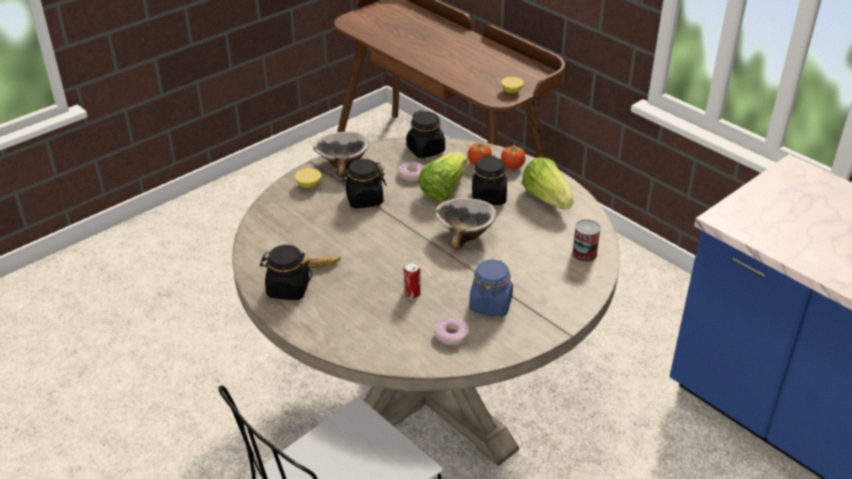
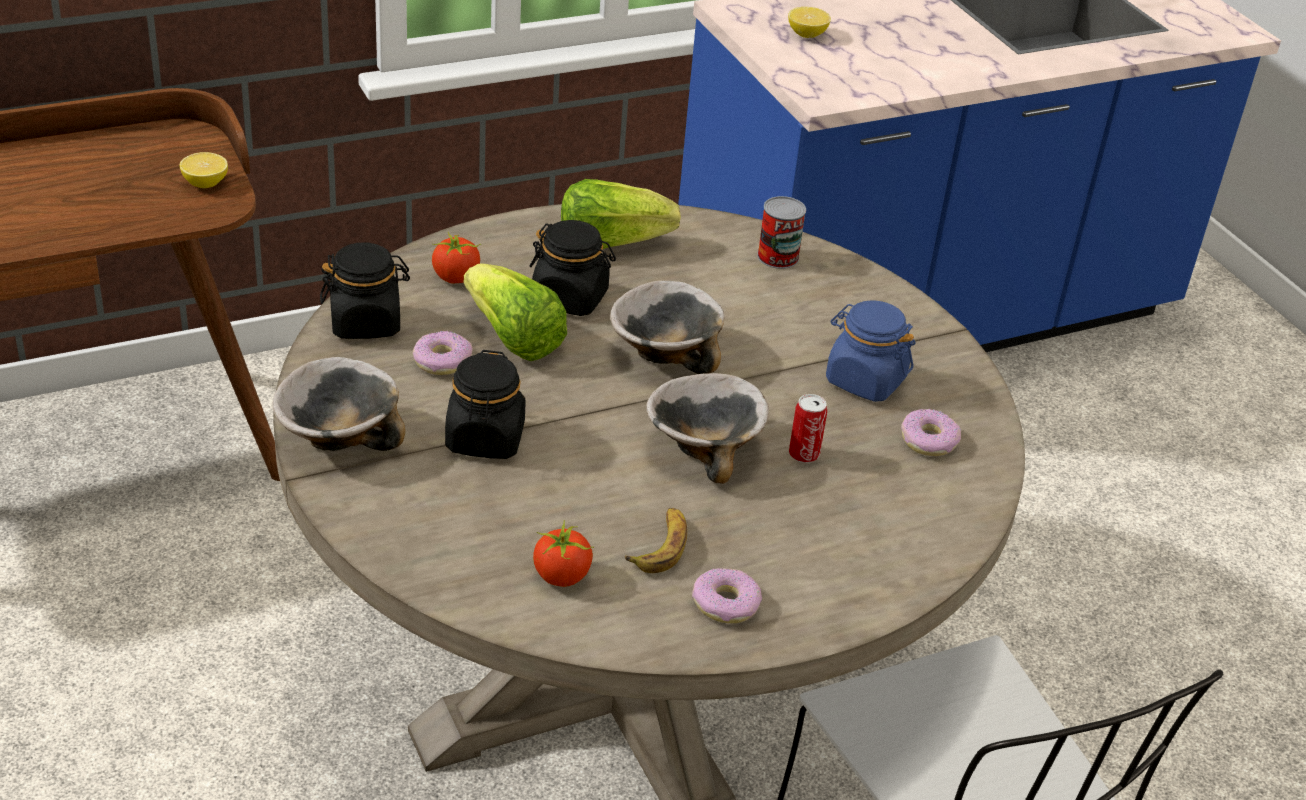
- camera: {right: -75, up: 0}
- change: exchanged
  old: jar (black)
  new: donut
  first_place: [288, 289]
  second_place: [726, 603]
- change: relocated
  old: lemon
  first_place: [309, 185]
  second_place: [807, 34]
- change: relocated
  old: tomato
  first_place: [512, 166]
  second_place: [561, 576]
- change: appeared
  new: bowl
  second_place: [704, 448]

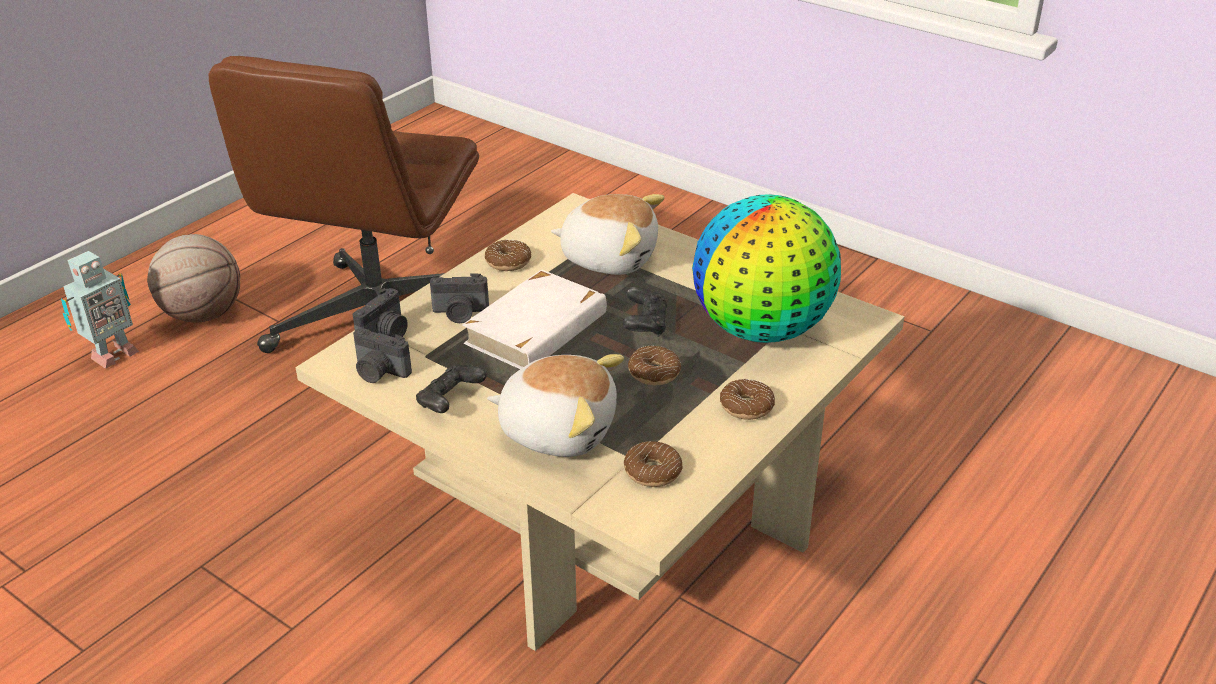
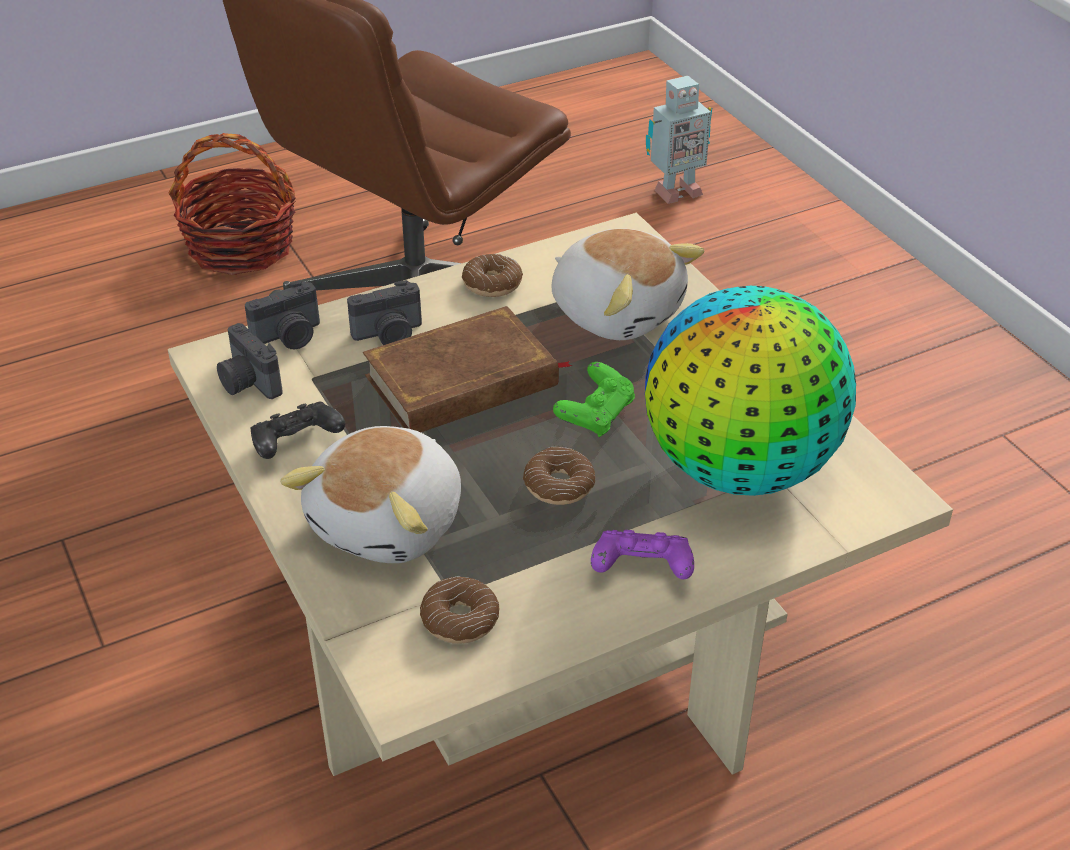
- camera: {right: 25, up: 5}
- change: relocated
  old: toy robot
  first_place: [111, 355]
  second_place: [675, 192]
- change: exchanged
  old: basketball
  new: basket
  first_place: [202, 314]
  second_place: [241, 247]
- change: spun
  old: photo camera
  first_place: [460, 313]
  second_place: [389, 335]
  degrees: -45
- change: colour
  old: book (white)
  new: book (brown)
  first_place: [537, 328]
  second_place: [463, 382]
- change: spun
  old: plush toy
  first_place: [558, 429]
  second_place: [390, 523]
  degrees: 75
- change: colour
  old: game controller (black)
  new: game controller (green)
  first_place: [645, 324]
  second_place: [596, 415]
- change: exchanged
  old: donut
  new: game controller (purple)
  first_place: [746, 406]
  second_place: [641, 570]

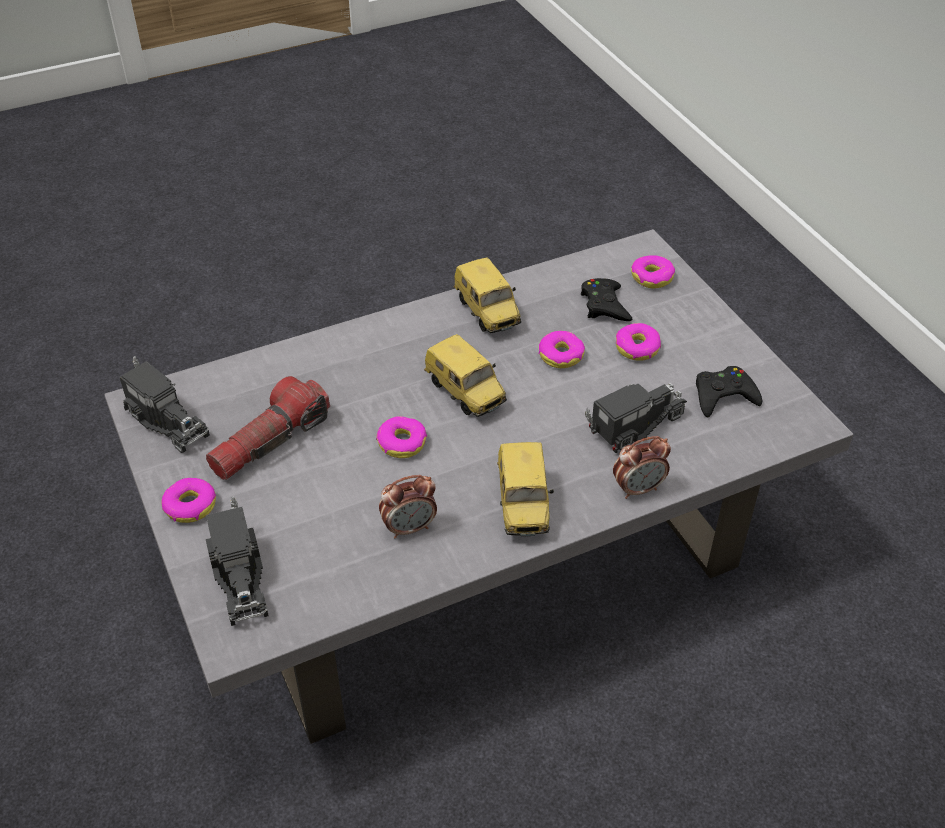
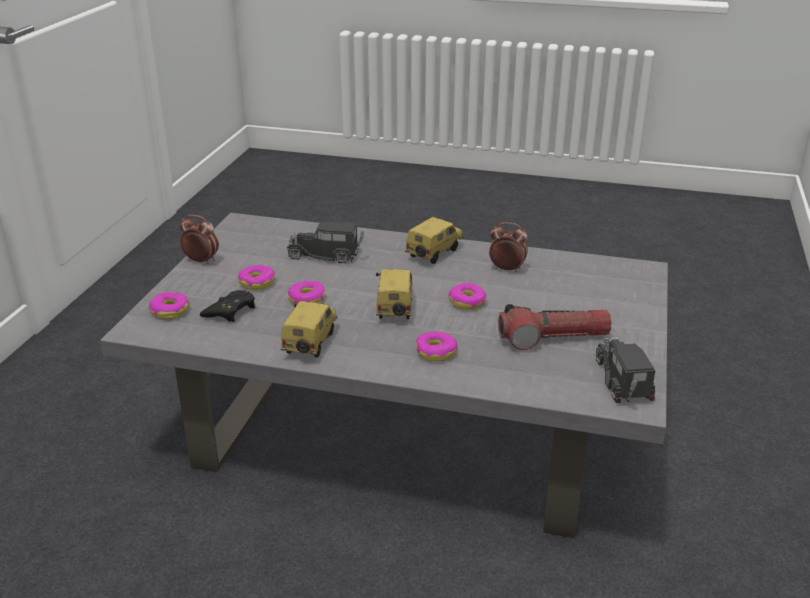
- camera: {right: -140, up: -15}
- change: relocated
  old: donut
  first_place: [190, 506]
  second_place: [436, 352]
- change: missing
  old: toy truck
  first_place: [239, 577]
- change: relocated
  old: alarm clock
  first_place: [638, 489]
  second_place: [201, 261]
- change: missing
  old: game controller (black)
  first_place: [723, 396]

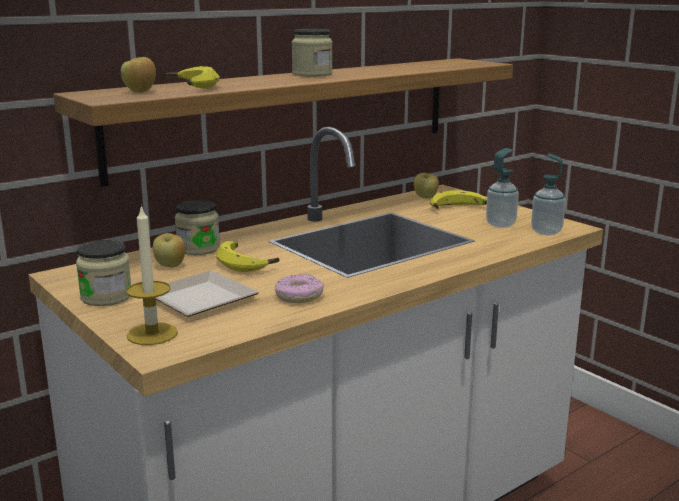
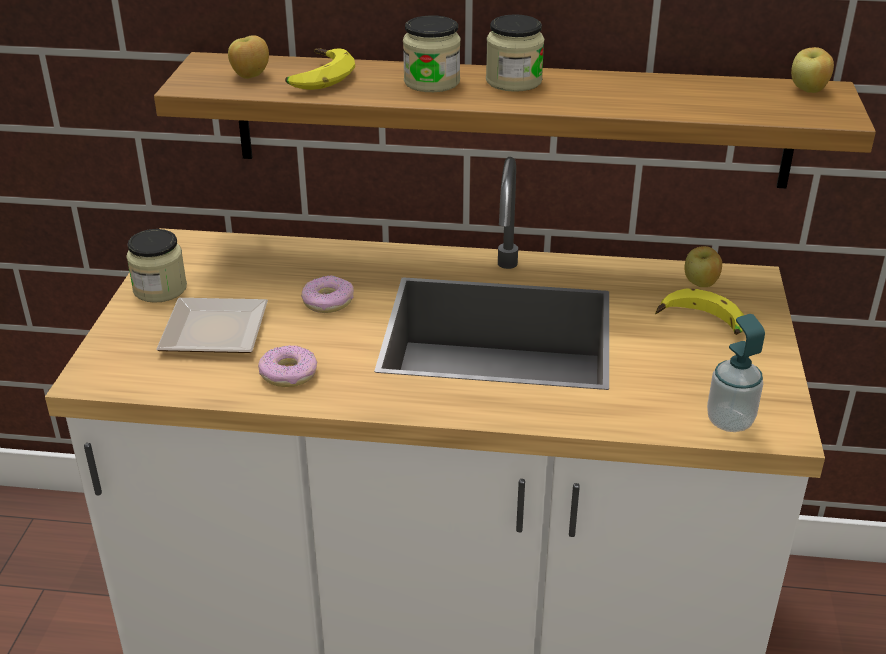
- camera: {right: 45, up: 15}
- change: missing
  old: candle
  first_place: [152, 334]
- change: relocated
  old: apple
  first_place: [170, 266]
  second_place: [808, 90]
- change: relocated
  old: jar
  first_place: [198, 248]
  second_place: [432, 82]
- change: exchanged
  old: banana
  new: donut
  first_place: [246, 263]
  second_place: [327, 301]
- change: missing
  old: soap dispenser
  first_place: [500, 224]

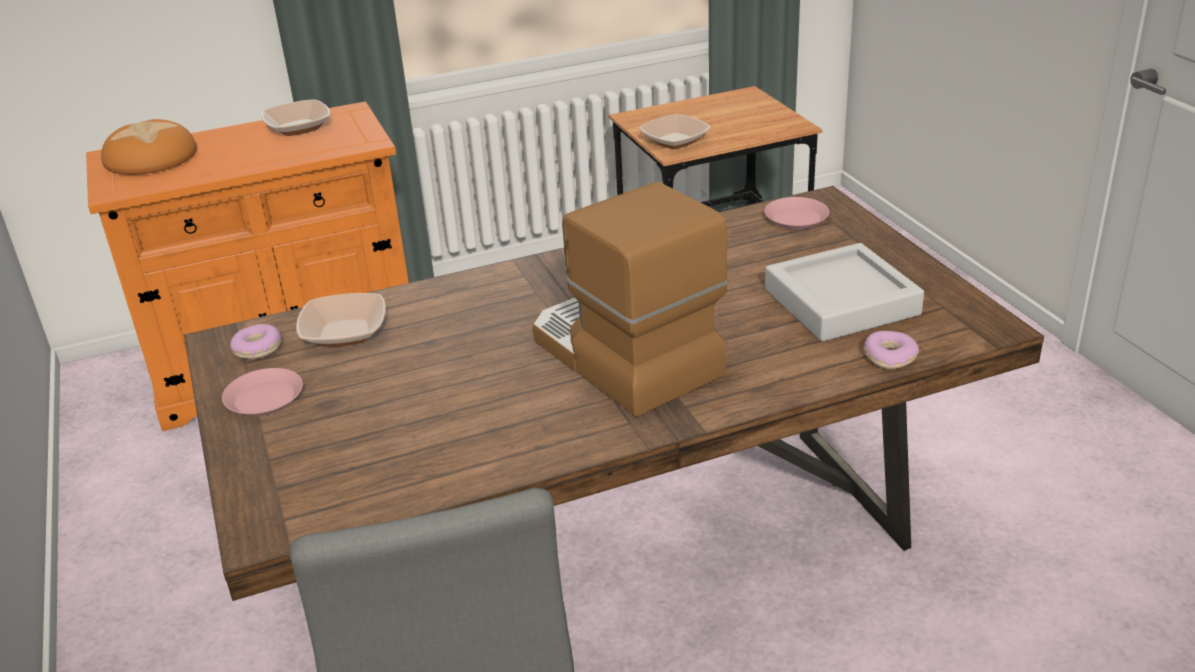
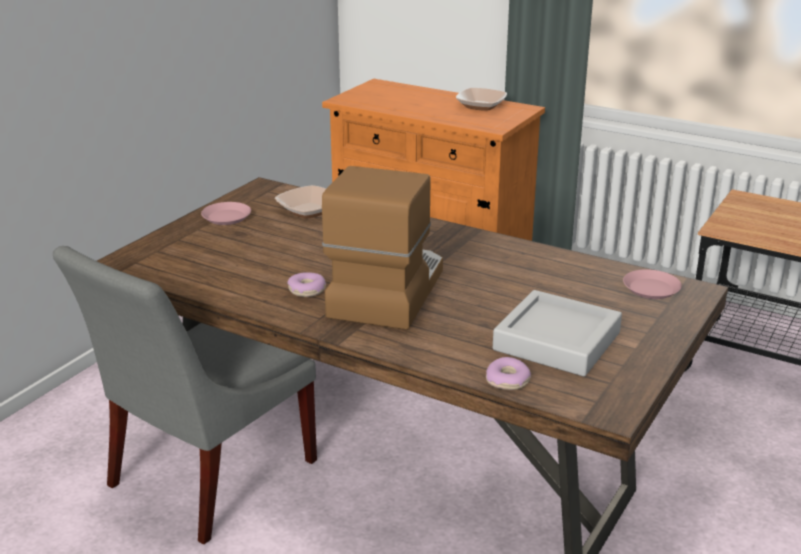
- camera: {right: 50, up: -5}
- change: missing
  old: bread
  first_place: [150, 158]
- change: relocated
  old: donut
  first_place: [258, 349]
  second_place: [307, 291]
- change: missing
  old: bowl
  first_place: [675, 141]

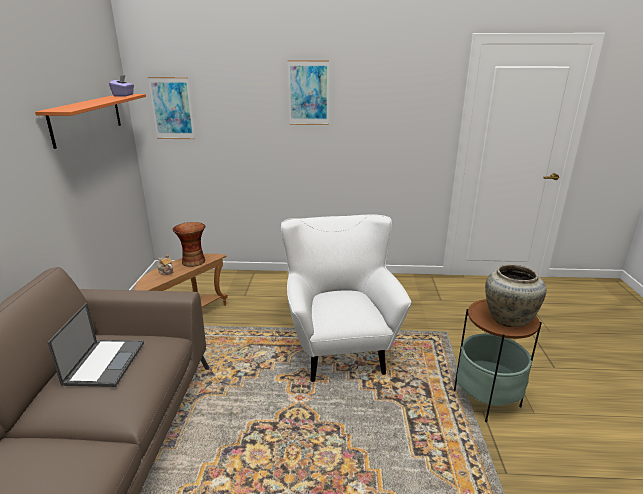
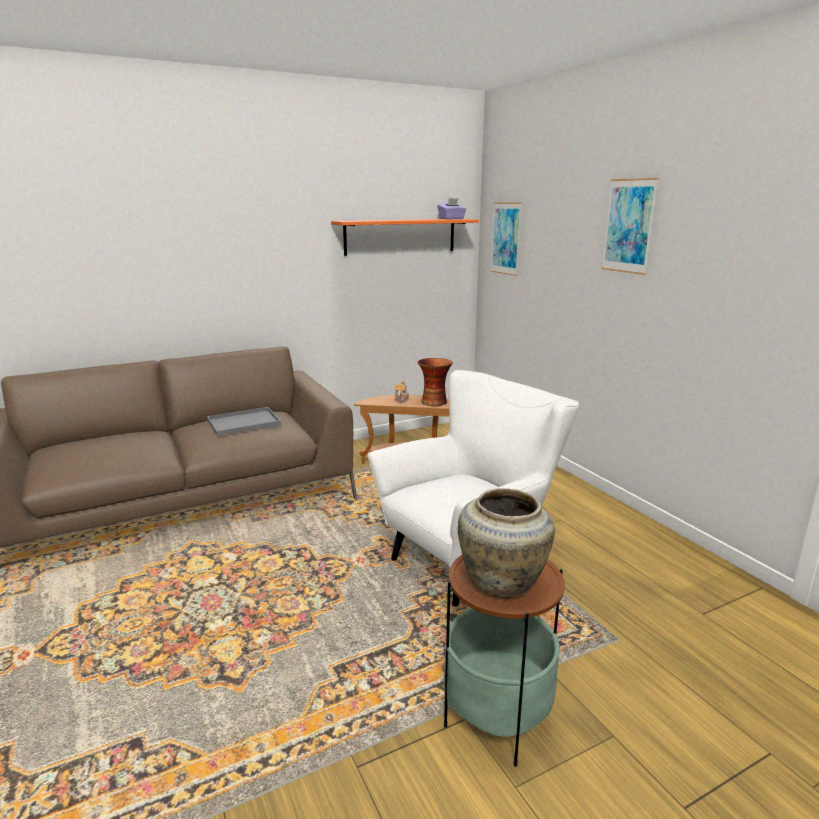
- camera: {right: 60, up: -5}
- change: exchanged
  old: laptop
  new: tray (grey)
  first_place: [105, 362]
  second_place: [245, 422]

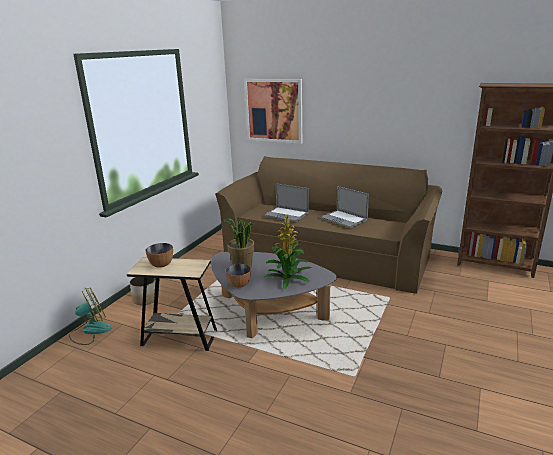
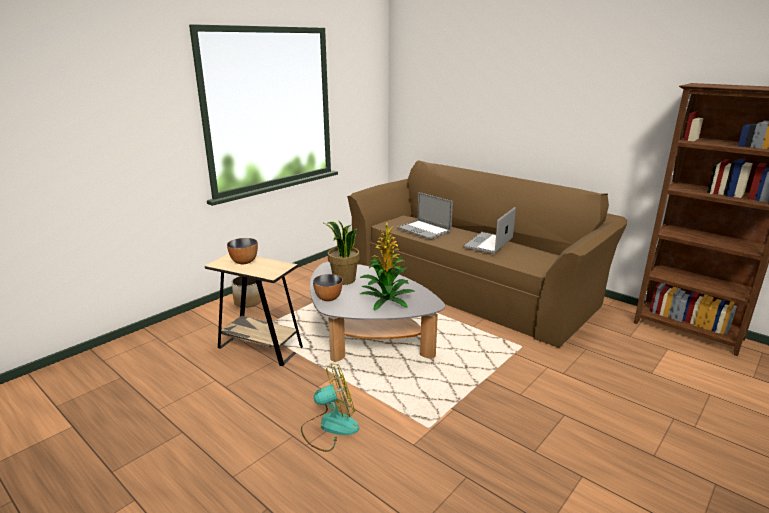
- camera: {right: 15, up: 0}
- change: relocated
  old: fan
  first_place: [90, 331]
  second_place: [330, 427]
- change: missing
  old: picture
  first_place: [274, 110]
- change: spun
  old: laptop
  first_place: [343, 219]
  second_place: [488, 243]
  degrees: 60

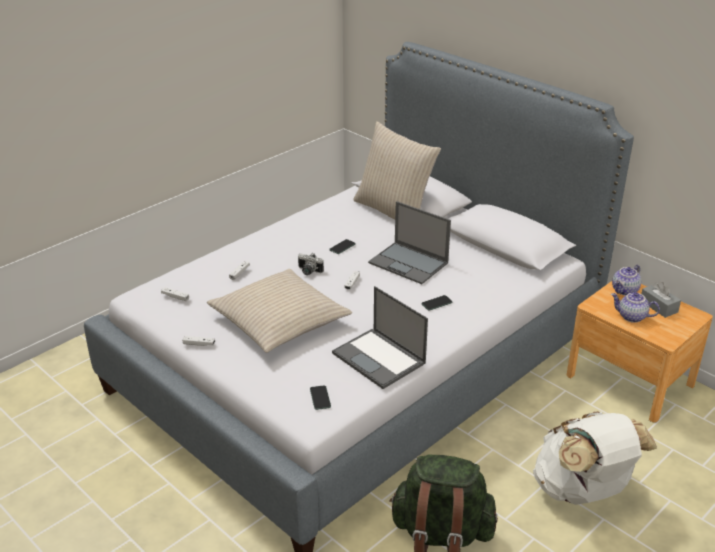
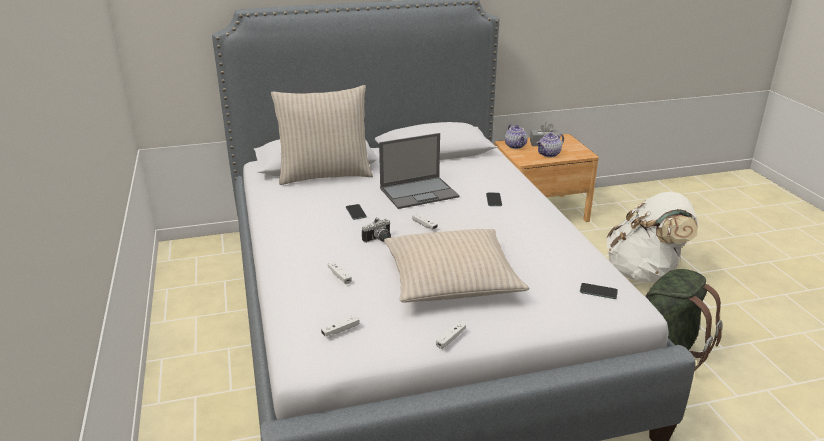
- camera: {right: -60, up: -5}
- change: missing
  old: laptop
  first_place: [379, 358]

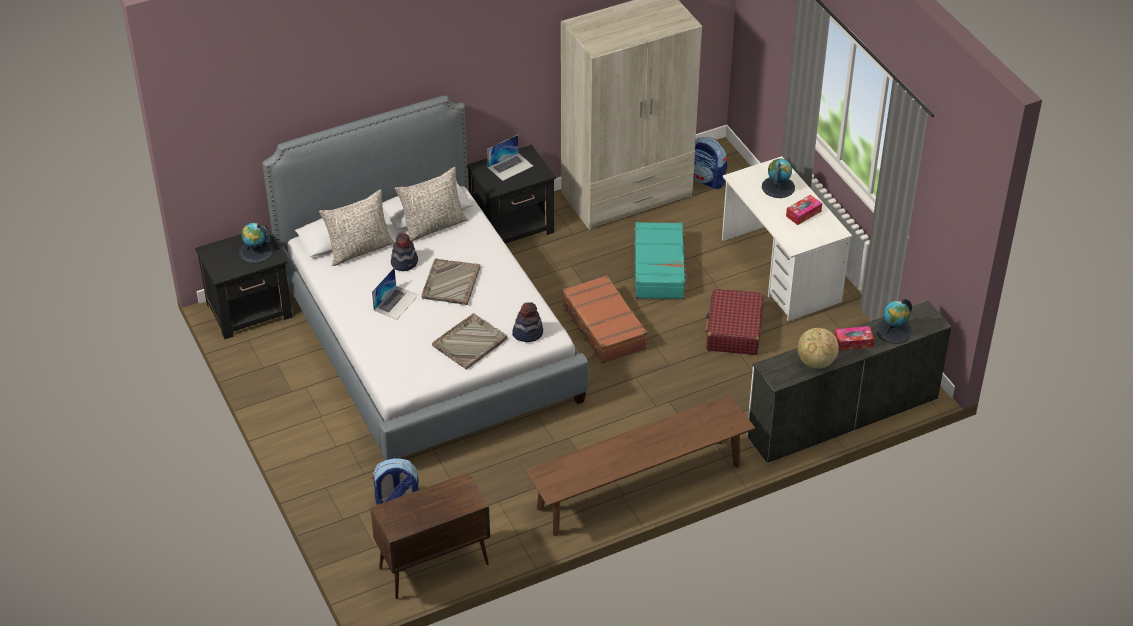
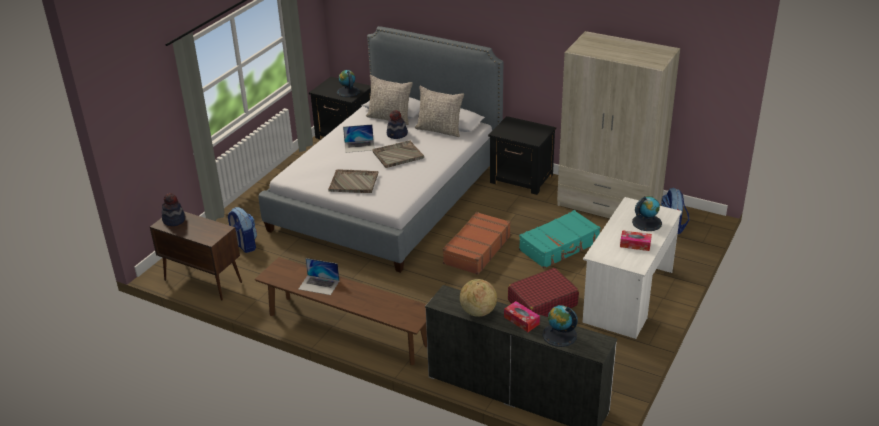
- camera: {right: 55, up: -10}
- change: relocated
  old: laptop
  first_place: [510, 166]
  second_place: [319, 285]
- change: relocated
  old: hat
  first_place: [527, 333]
  second_place: [174, 220]

